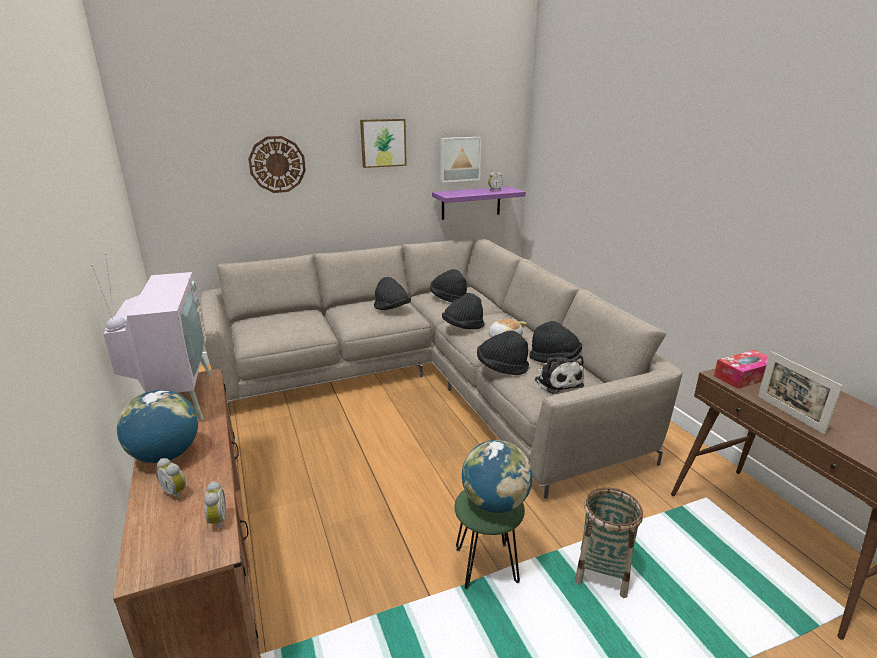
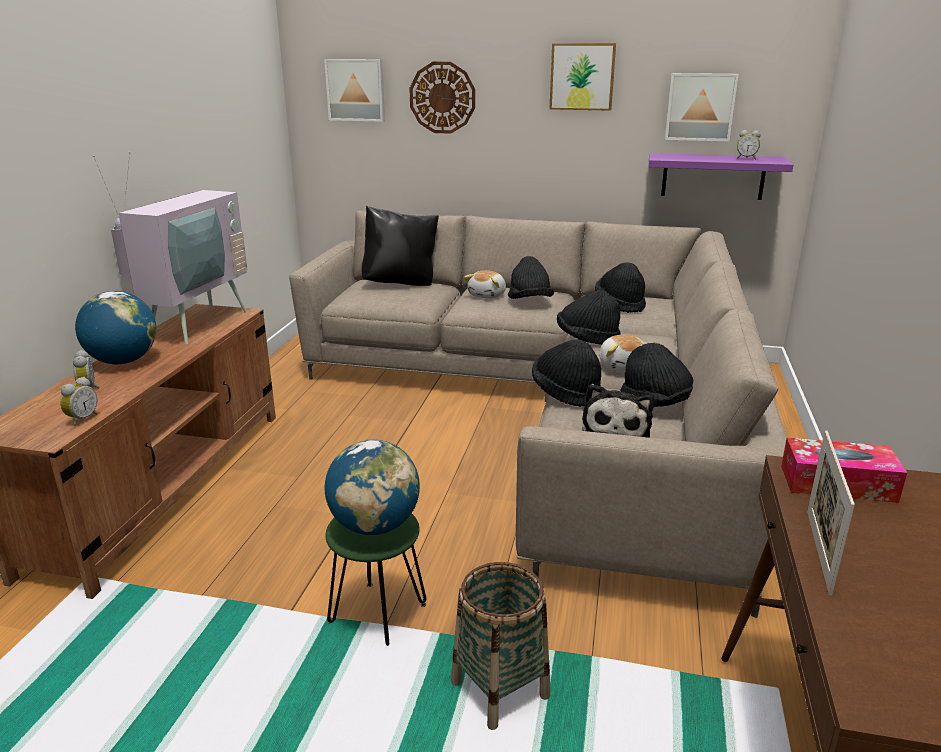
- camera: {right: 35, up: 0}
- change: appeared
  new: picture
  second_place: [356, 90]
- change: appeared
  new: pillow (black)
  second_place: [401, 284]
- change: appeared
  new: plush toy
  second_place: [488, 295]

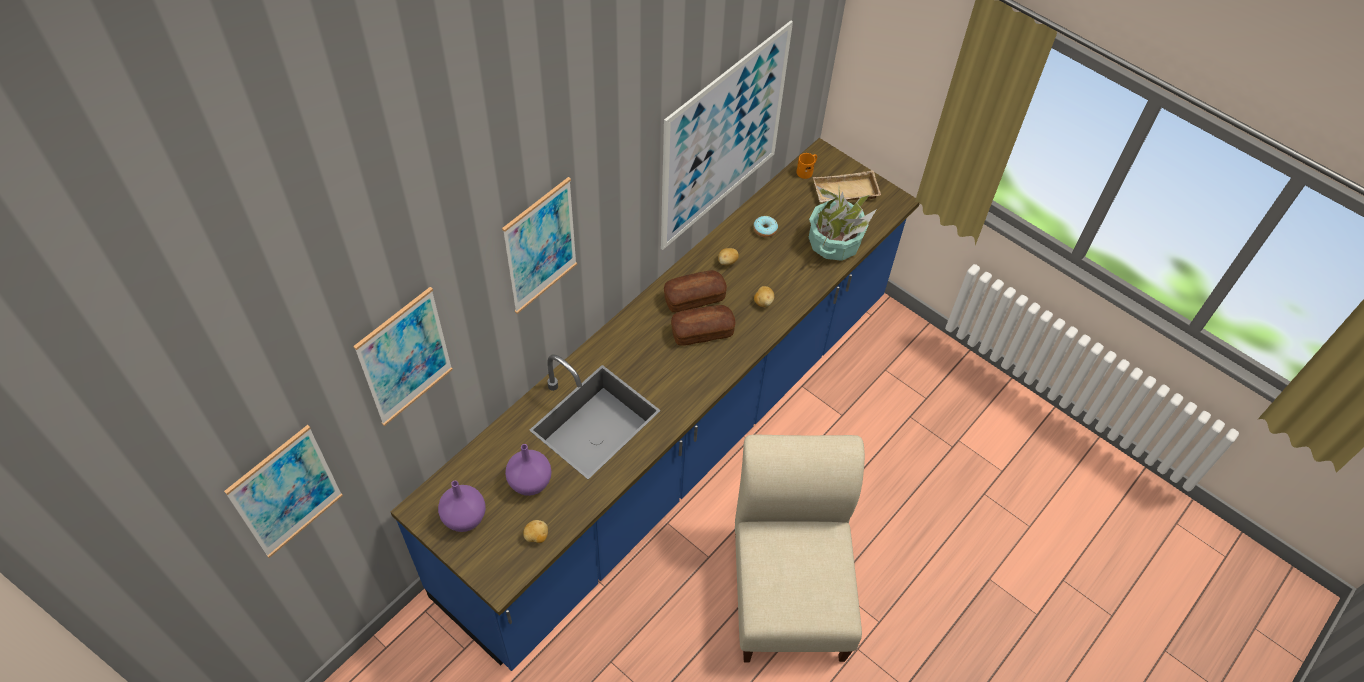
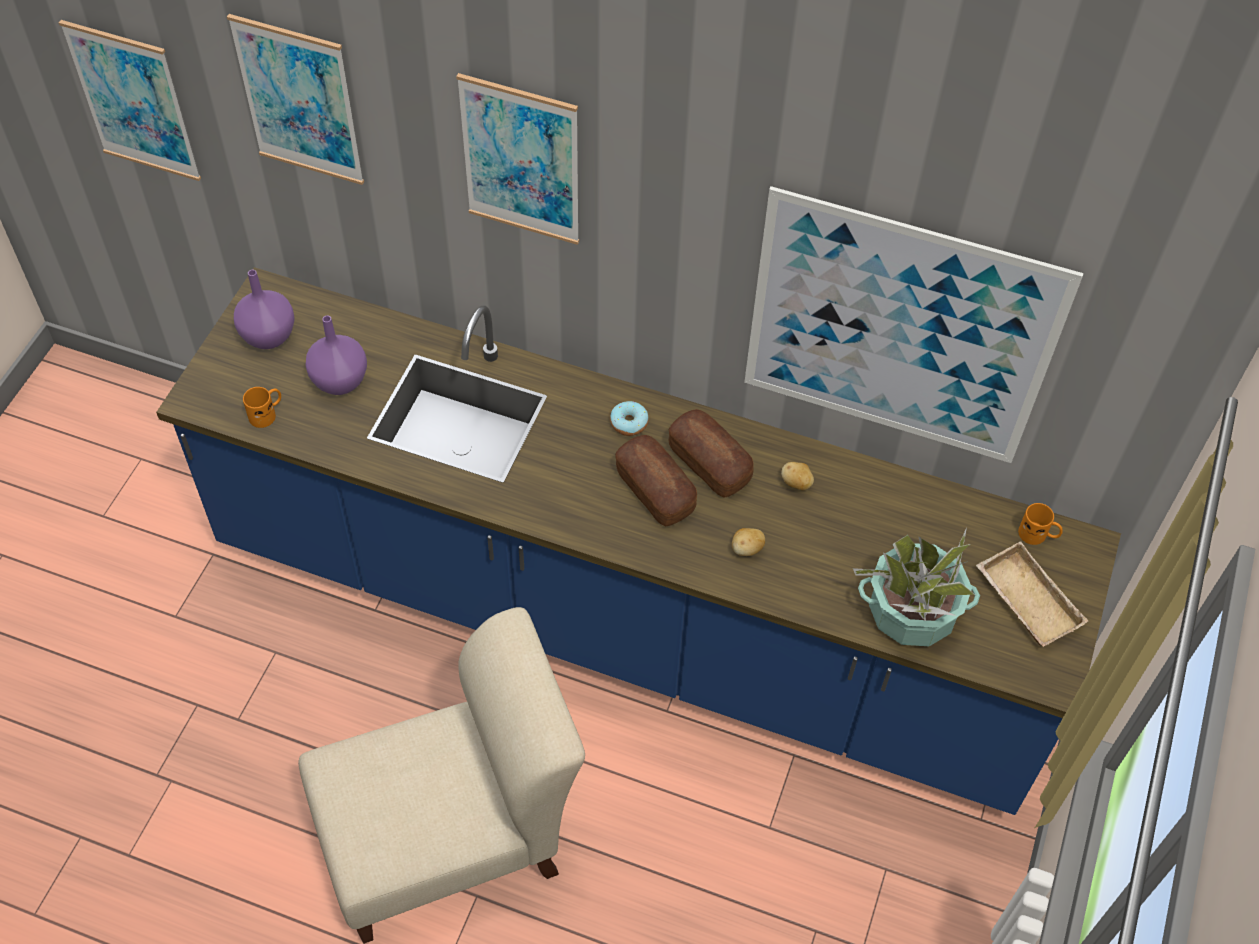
- camera: {right: 70, up: 0}
- change: exchanged
  old: potato
  new: mug (orange)
  first_place: [536, 536]
  second_place: [267, 413]
- change: relocated
  old: donut
  first_place: [765, 229]
  second_place: [629, 423]

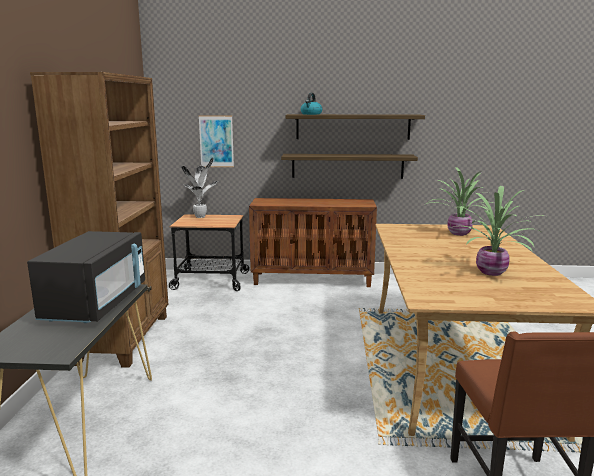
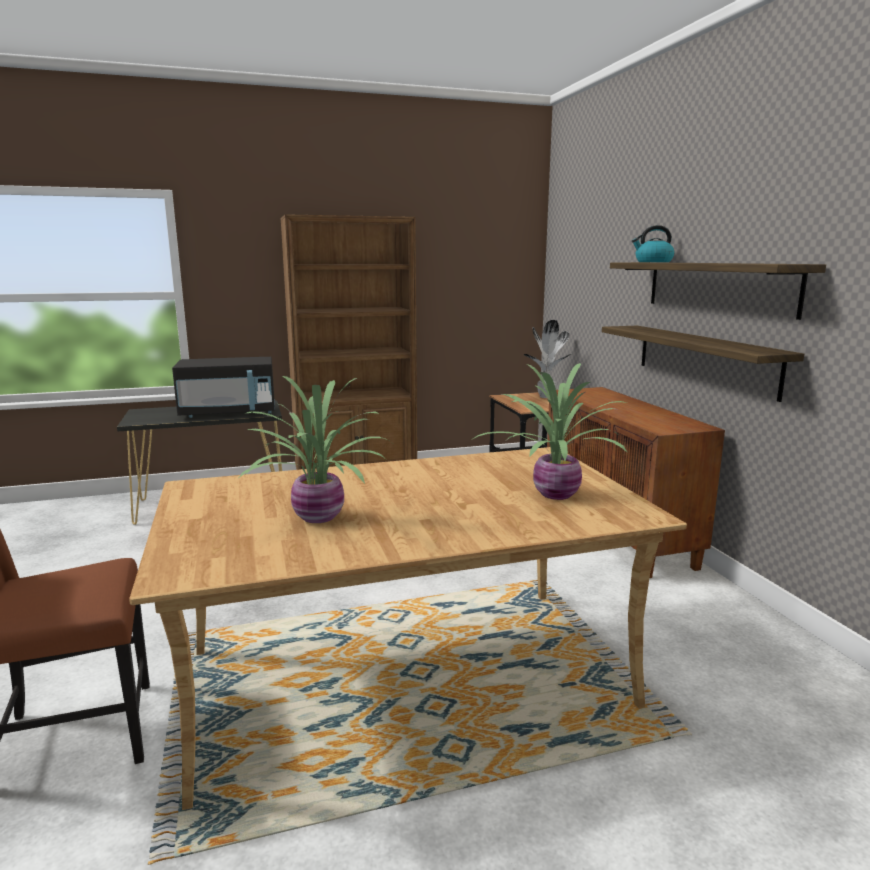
- camera: {right: 70, up: 0}
- change: missing
  old: picture
  first_place: [216, 141]

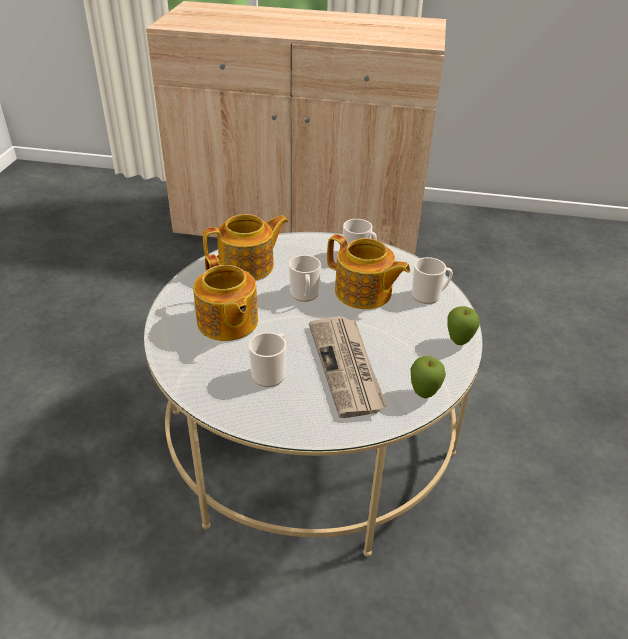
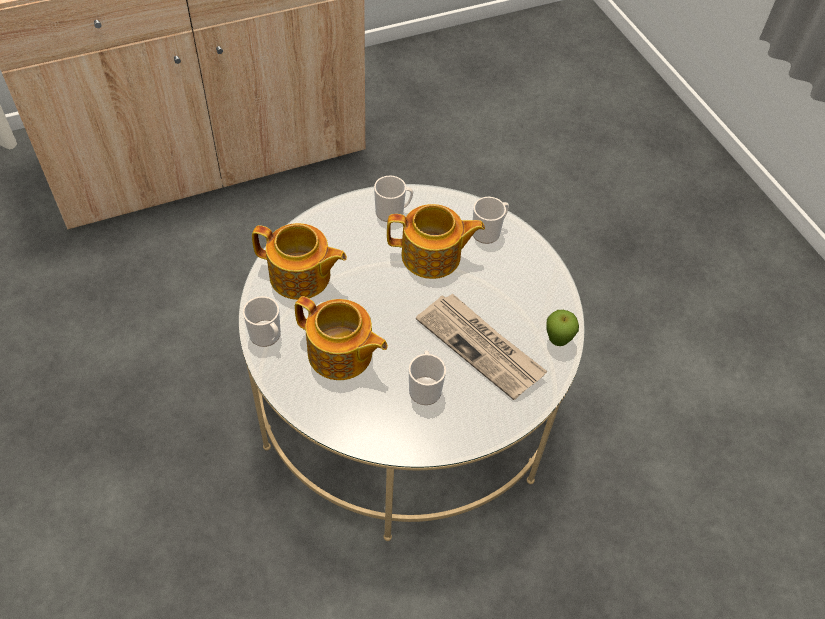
- camera: {right: -35, up: 15}
- change: spun
  old: teapot
  first_place: [248, 266]
  second_place: [301, 277]
  degrees: 75
- change: relocated
  old: mug
  first_place: [305, 295]
  second_place: [267, 336]
- change: missing
  old: apple
  first_place: [458, 342]

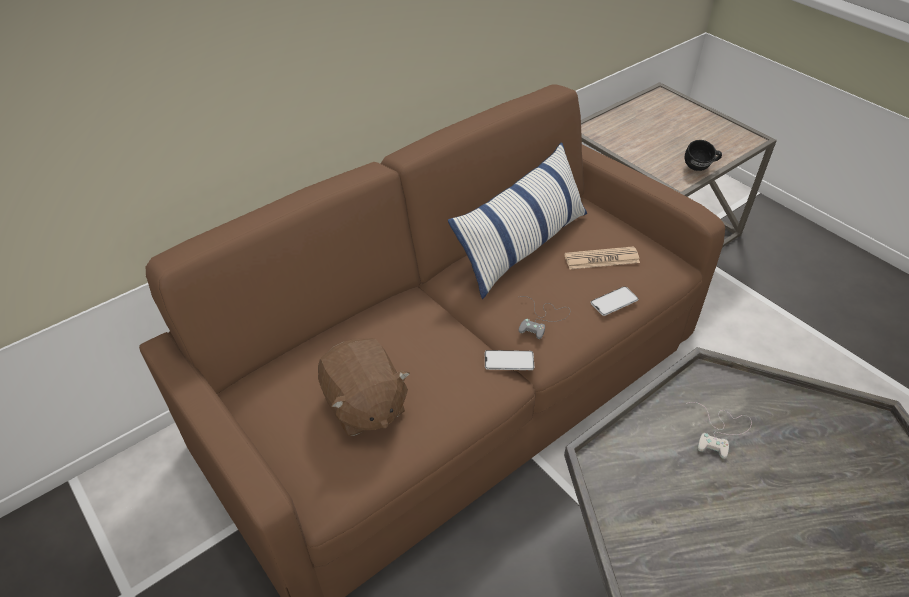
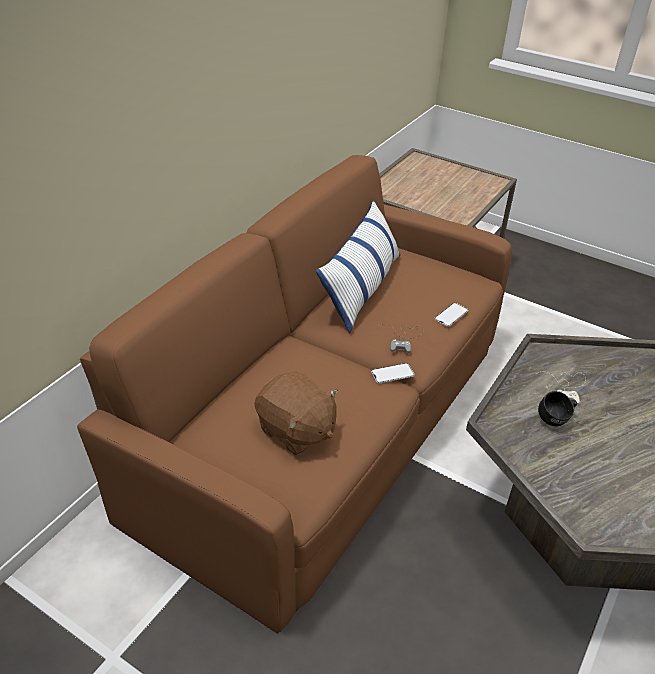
- camera: {right: -20, up: -5}
- change: missing
  old: newspaper
  first_place: [601, 259]
- change: relocated
  old: mug (black)
  first_place: [700, 168]
  second_place: [556, 420]

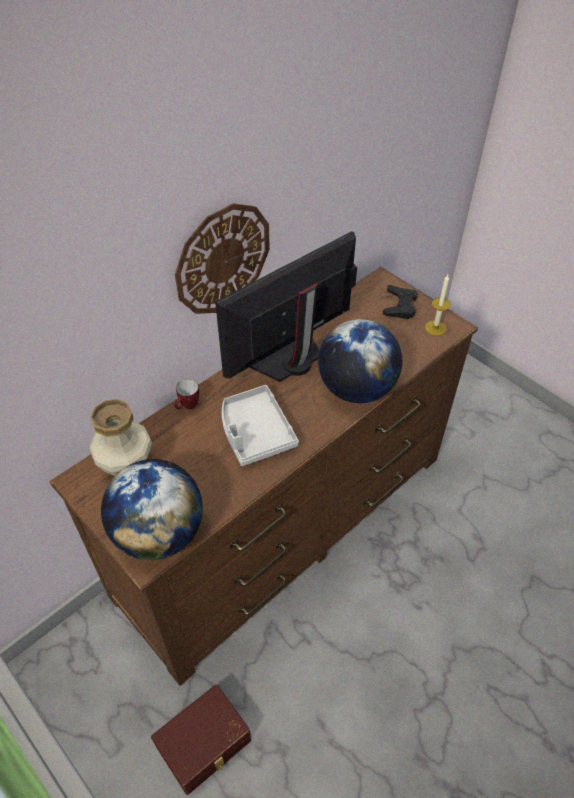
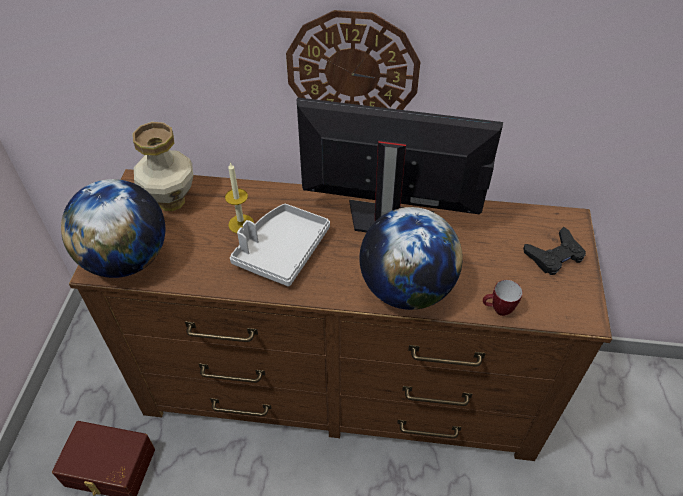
- camera: {right: 50, up: 0}
- change: relocated
  old: mug
  first_place: [188, 407]
  second_place: [497, 310]
- change: relocated
  old: candle
  first_place: [435, 328]
  second_place: [241, 224]

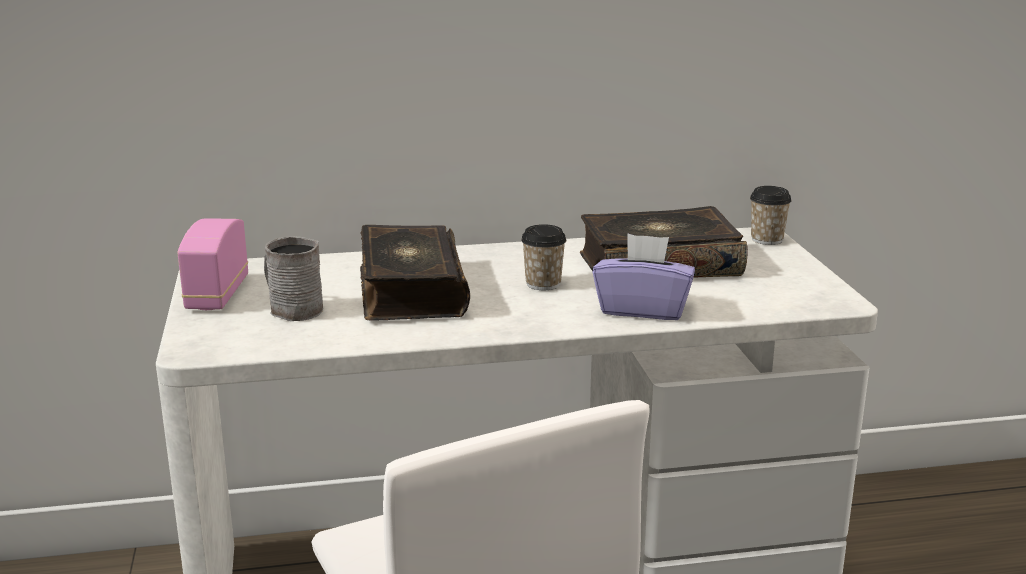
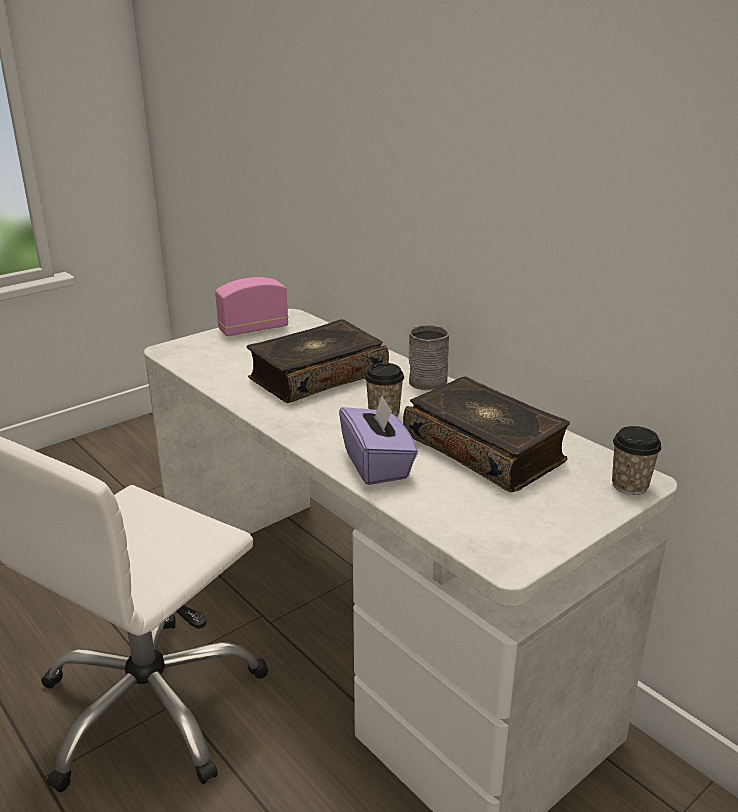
- camera: {right: 60, up: 5}
- change: relocated
  old: mug (grey)
  first_place: [291, 308]
  second_place: [428, 379]

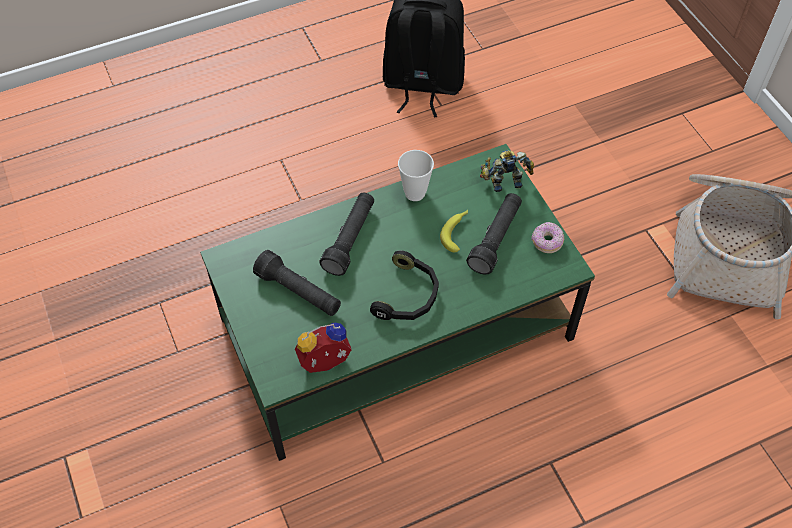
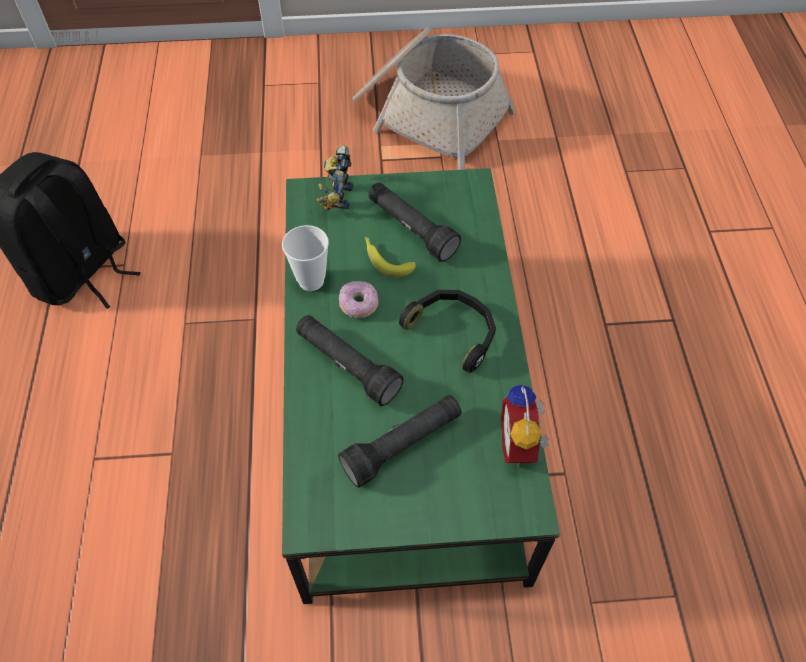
- camera: {right: -70, up: 0}
- change: relocated
  old: donut
  first_place: [546, 242]
  second_place: [358, 305]

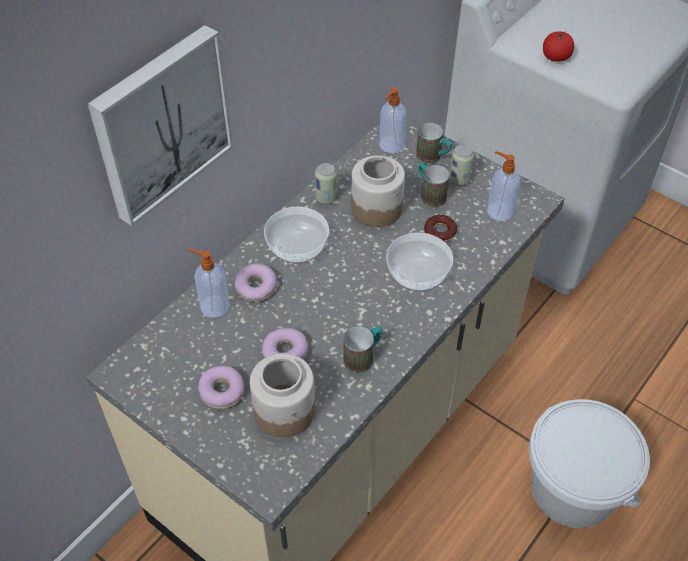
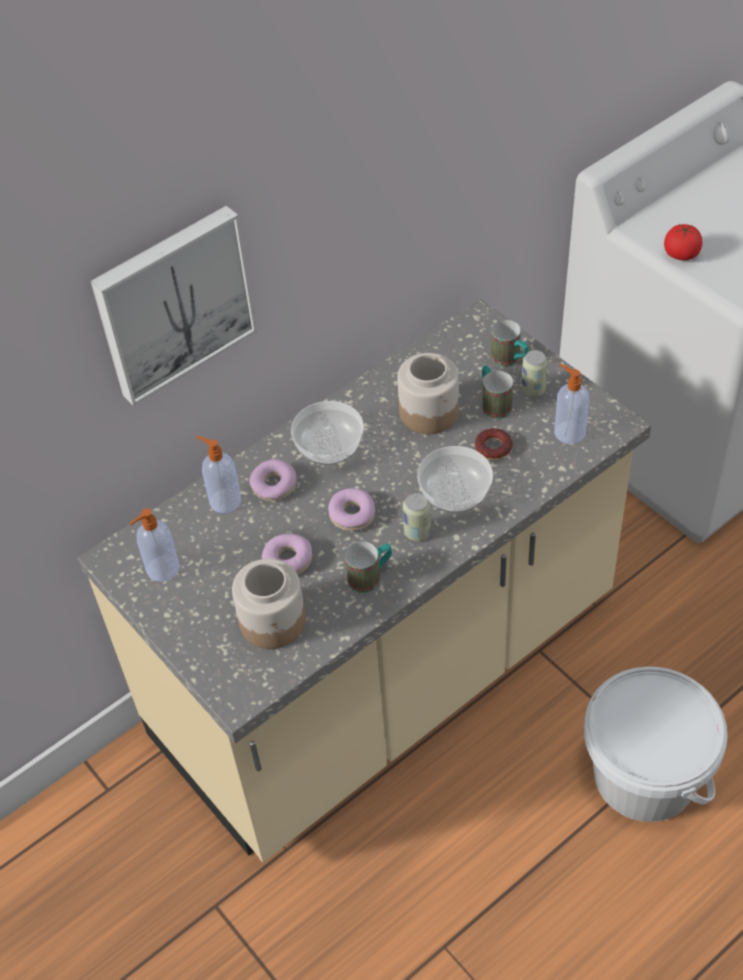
- camera: {right: 15, up: 0}
- change: relocated
  old: donut
  first_place: [222, 391]
  second_place: [352, 514]
- change: relocated
  old: can
  first_place: [326, 198]
  second_place: [417, 532]
- change: relocated
  old: soap dispenser
  first_place: [391, 145]
  second_place: [161, 569]

